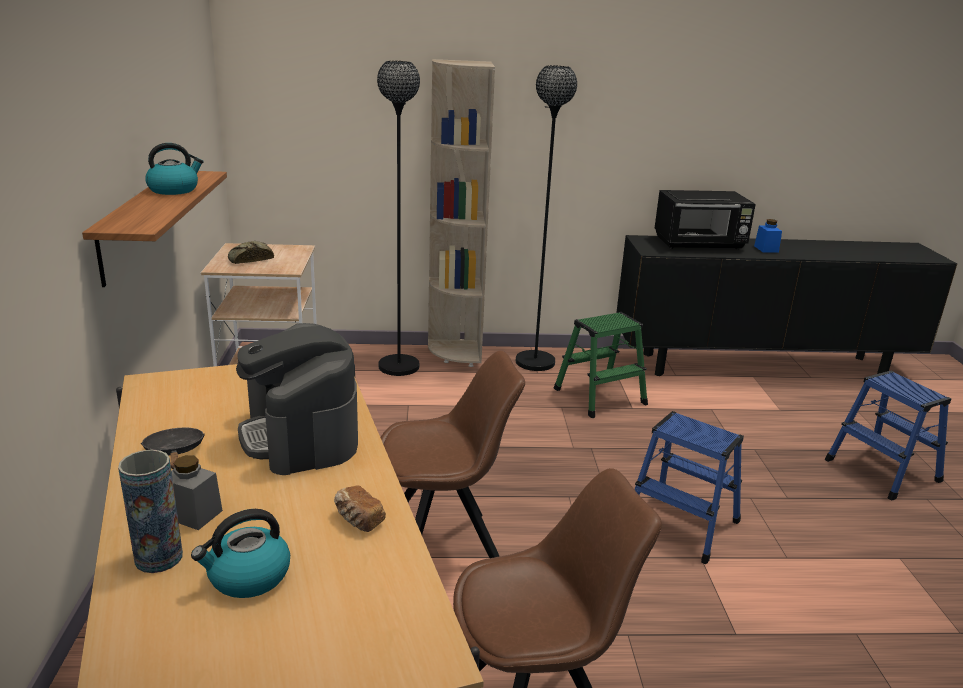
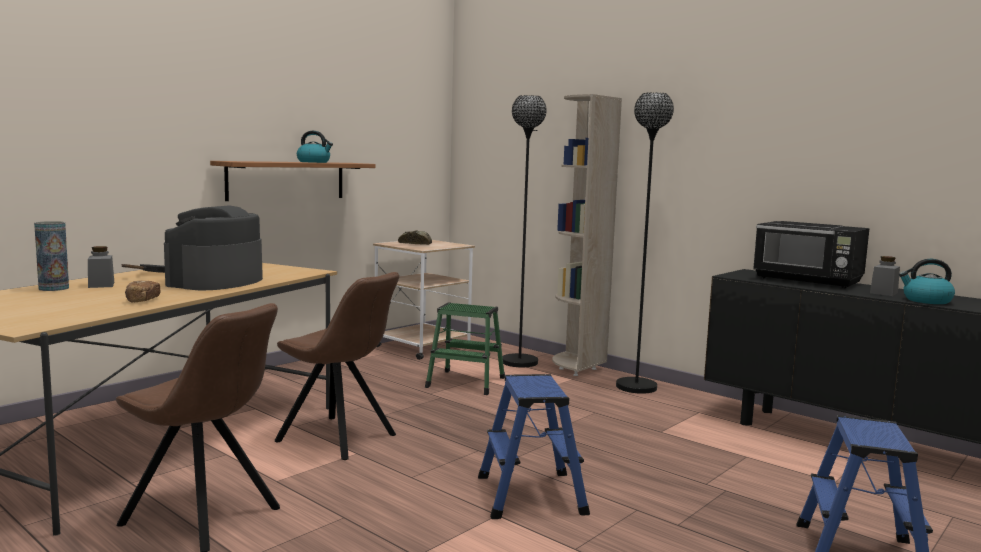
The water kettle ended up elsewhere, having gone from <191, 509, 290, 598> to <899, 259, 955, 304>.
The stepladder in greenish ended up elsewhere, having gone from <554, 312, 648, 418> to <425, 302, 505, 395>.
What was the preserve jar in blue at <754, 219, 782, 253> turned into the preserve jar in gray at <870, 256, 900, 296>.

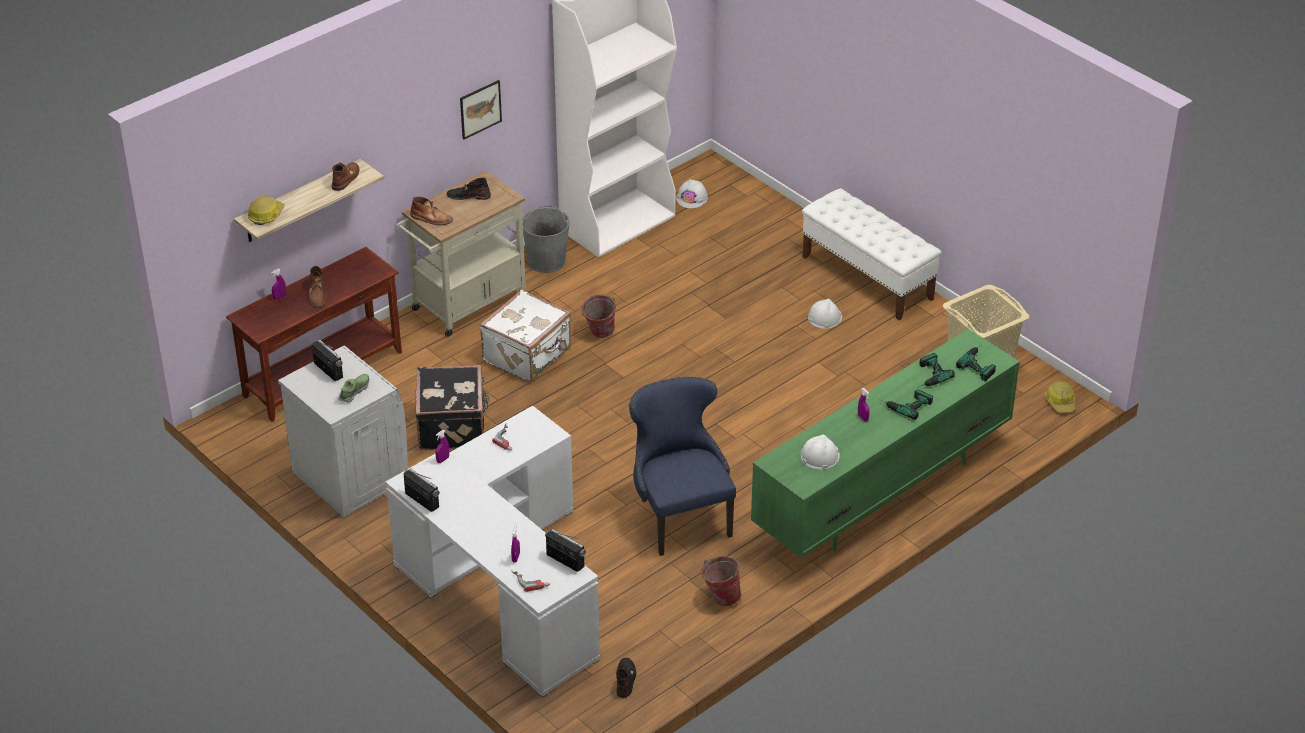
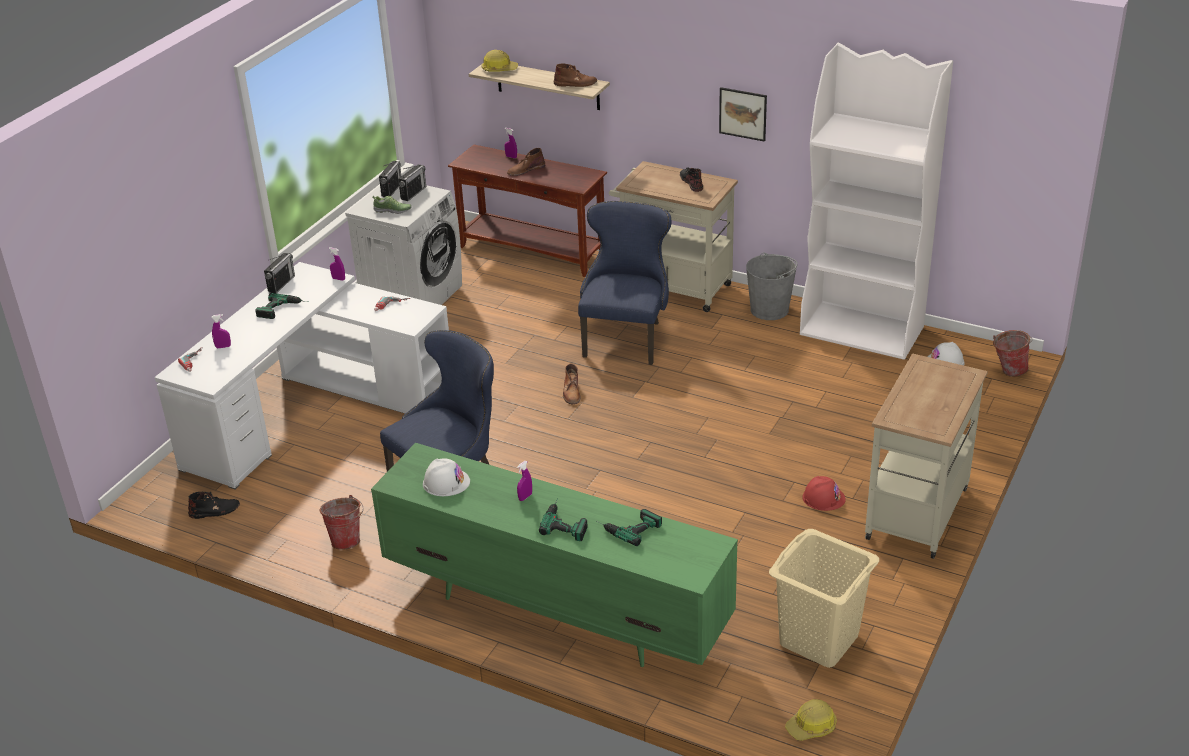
The second view lost the travel case in blackish at <416, 365, 489, 450>.
The tall boot in brown ended up elsewhere, having gone from <410, 196, 453, 225> to <563, 364, 580, 404>.
The radio ended up elsewhere, having gone from <545, 529, 586, 572> to <379, 161, 401, 197>.
The pail ended up elsewhere, having gone from <580, 294, 616, 338> to <993, 330, 1032, 377>.
The electric drill ended up elsewhere, having gone from <956, 344, 996, 381> to <255, 293, 308, 319>.
Where the travel case in whitish stood at <480, 290, 571, 382>, the chair in blue came to stand at <578, 201, 671, 365>.
Where the bench in whitish stood at <802, 188, 942, 320>, the cart in beige-coloured came to stand at <865, 353, 988, 559>.
What was the work helmet in whitish at <808, 299, 842, 329> turned into the work helmet in red at <802, 476, 846, 511>.

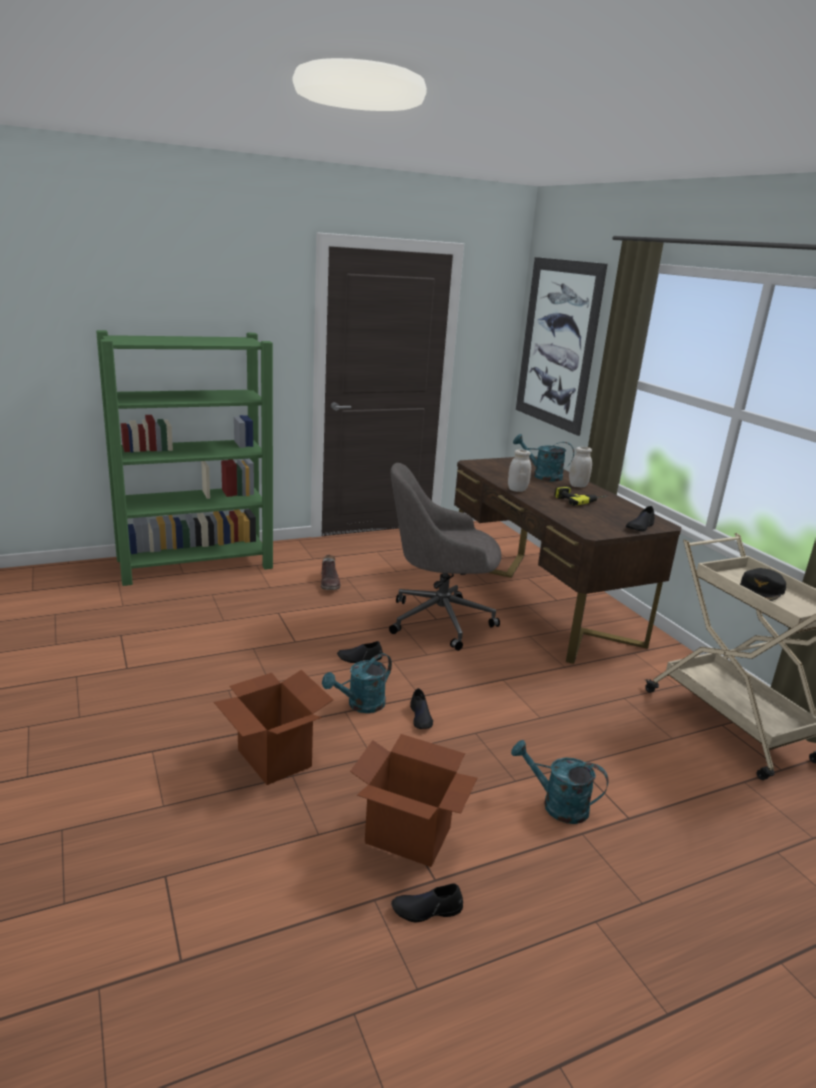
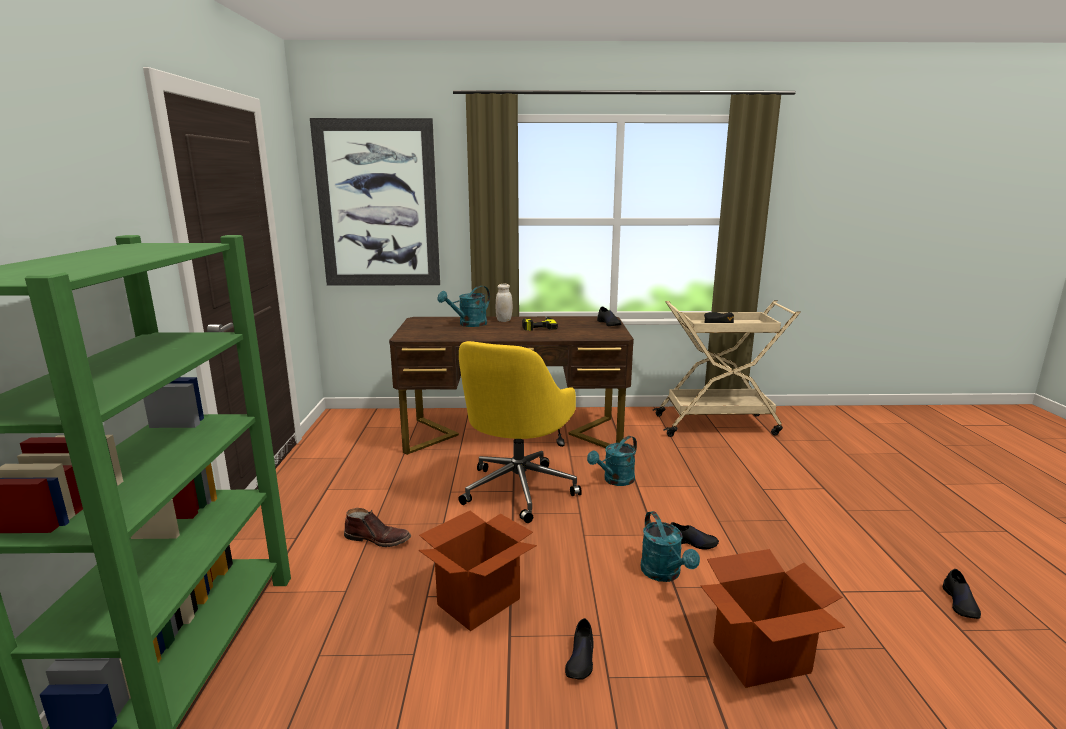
The second view lost the preserve jar in whitish at <508, 449, 531, 492>.
The shoe in blackish ended up elsewhere, having gone from <337, 641, 383, 663> to <565, 618, 594, 680>.
The packing box ended up elsewhere, having gone from <350, 734, 477, 867> to <418, 511, 537, 631>.
The sprinkling can in turquoise ended up elsewhere, having gone from <511, 740, 608, 824> to <587, 436, 637, 486>.
What was the computer chair in gray at <389, 463, 501, 651> turned into the computer chair in yellow-coloured at <458, 341, 582, 523>.

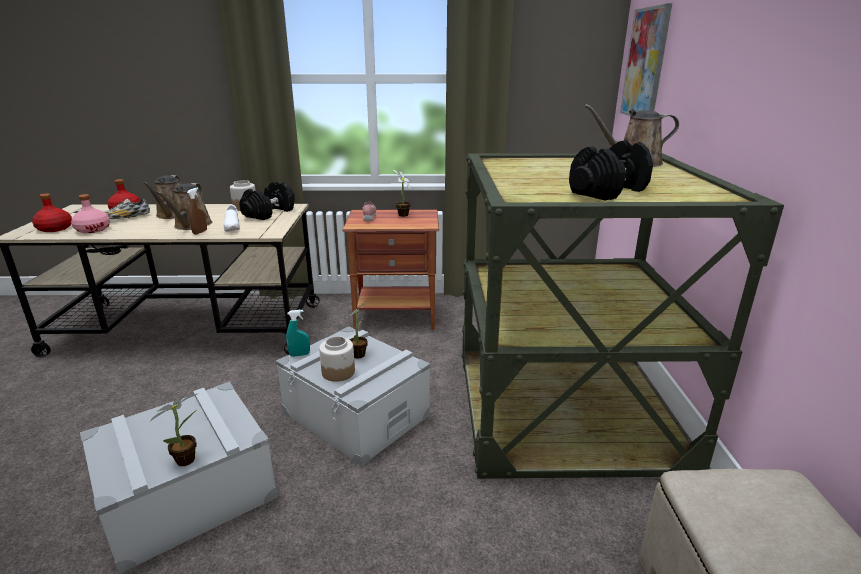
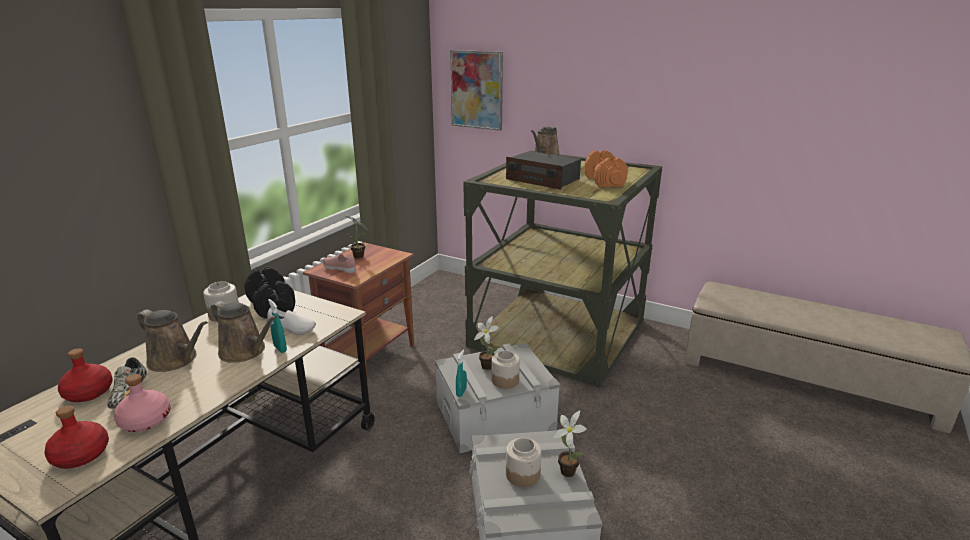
The second view gained the radio at <506, 151, 581, 190>.
The second view gained the preserve jar at <506, 438, 542, 487>.
What was the hand sprayer in brown at <187, 188, 207, 235> turned into the hand sprayer in turquoise at <268, 299, 287, 353>.
What was the dumbbell in blackish at <569, 140, 653, 201> turned into the dumbbell in orange at <584, 150, 628, 187>.

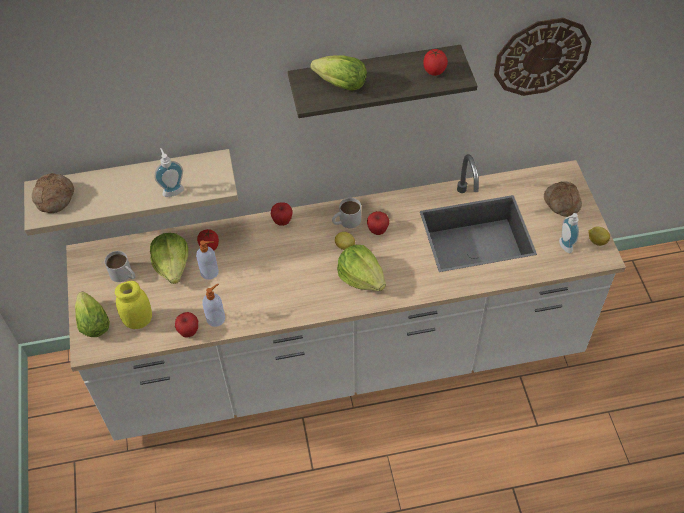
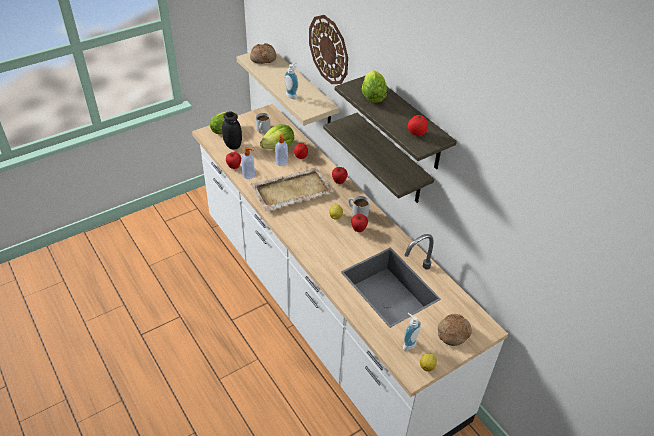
The second view lost the lettuce at <337, 245, 386, 291>.
The second view gained the carrying tray in beige-coloured at <251, 167, 334, 211>.
The second view gained the bracket shelf at <323, 113, 434, 203>.
The wall clock ended up elsewhere, having gone from <494, 18, 591, 96> to <309, 15, 348, 84>.
What was the preserve jar in yellow-coloured at <115, 281, 152, 329> turned into the preserve jar in blackish at <222, 112, 242, 150>.

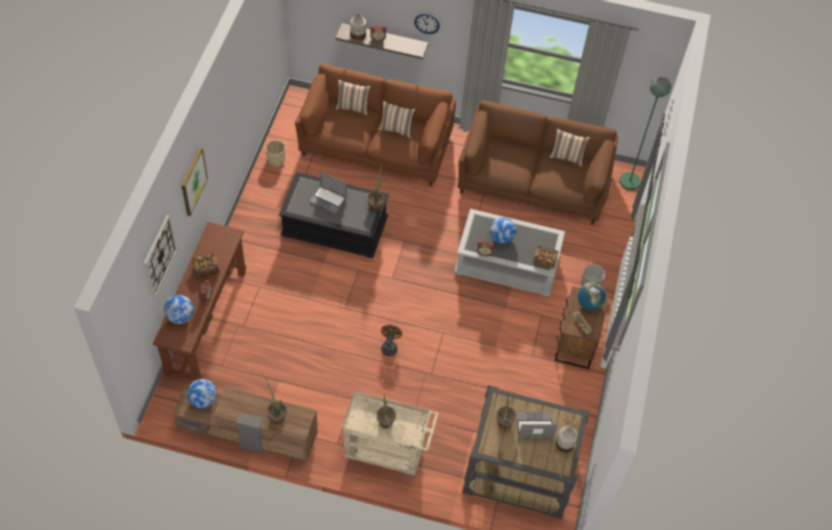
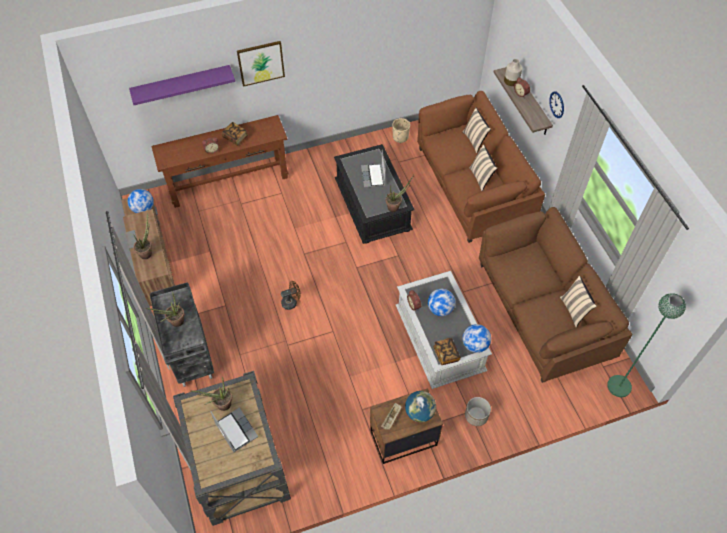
The second view lost the flower vase in beige-coloured at <555, 426, 578, 453>.
The world globe ended up elsewhere, having gone from <164, 295, 194, 324> to <463, 324, 491, 353>.
Where the wall clock hung at <144, 215, 177, 297>, the bracket shelf in purple came to hang at <129, 65, 235, 105>.
What was the cart in beige-coloured at <342, 392, 438, 476> turned into the cart in blackish at <150, 283, 214, 387>.

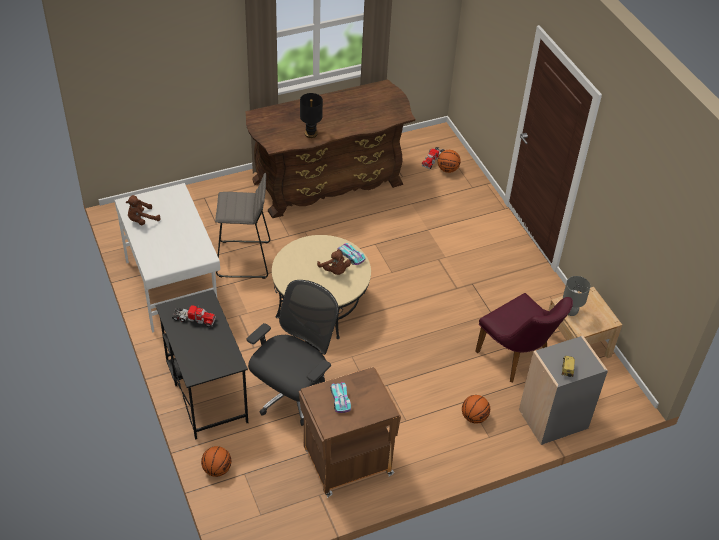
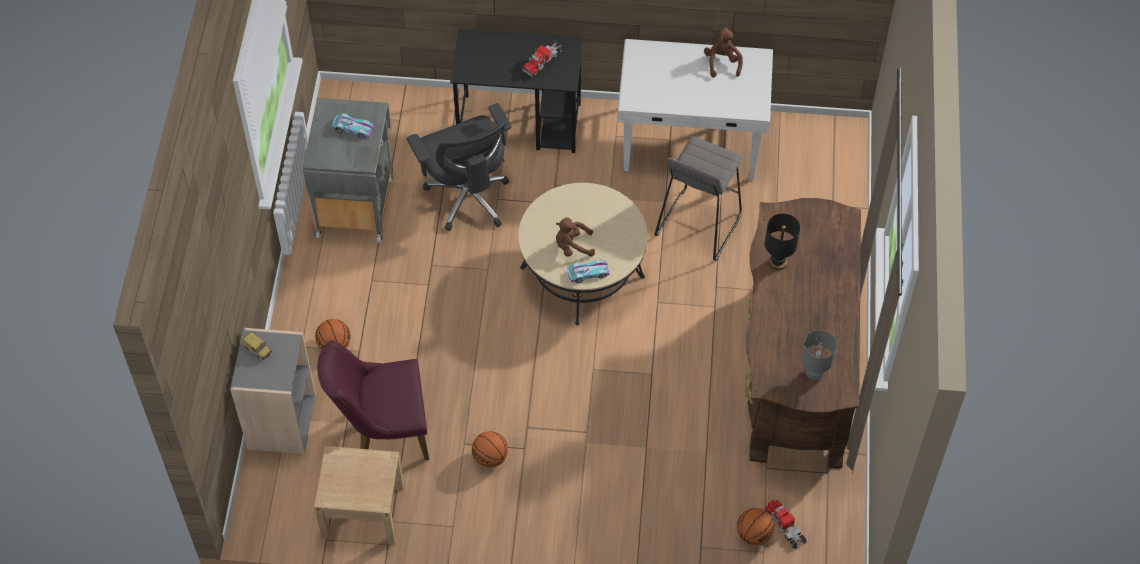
The ball for basketball ended up elsewhere, having gone from <201, 446, 231, 477> to <472, 431, 508, 468>.
The tabletop lamp in gray ended up elsewhere, having gone from <563, 276, 591, 316> to <801, 330, 837, 380>.
What was the cart in brown at <299, 367, 401, 498> turned into the cart in gray at <303, 98, 394, 243>.

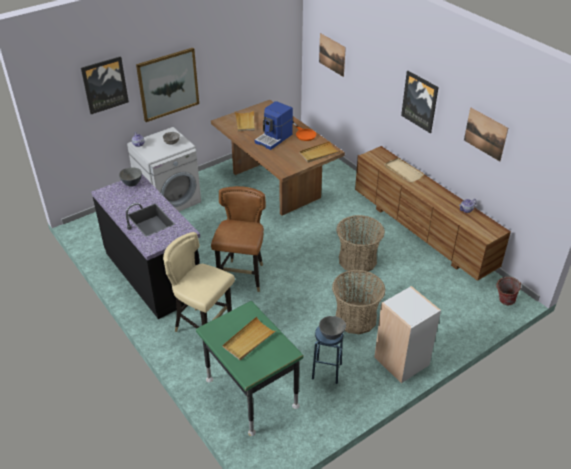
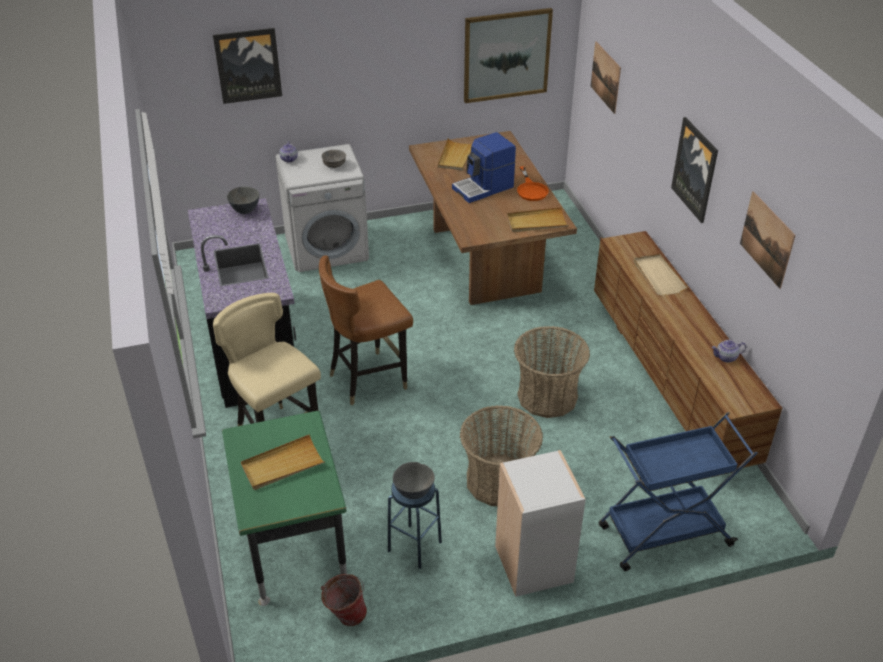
The second view gained the cart in blue at <599, 412, 758, 571>.
The picture ended up elsewhere, having gone from <136, 48, 199, 122> to <464, 8, 553, 103>.
The pail ended up elsewhere, having gone from <496, 277, 521, 305> to <321, 574, 367, 626>.
The chair in brown at <211, 186, 266, 292> ended up facing another way, 150 degrees counterclockwise from before.

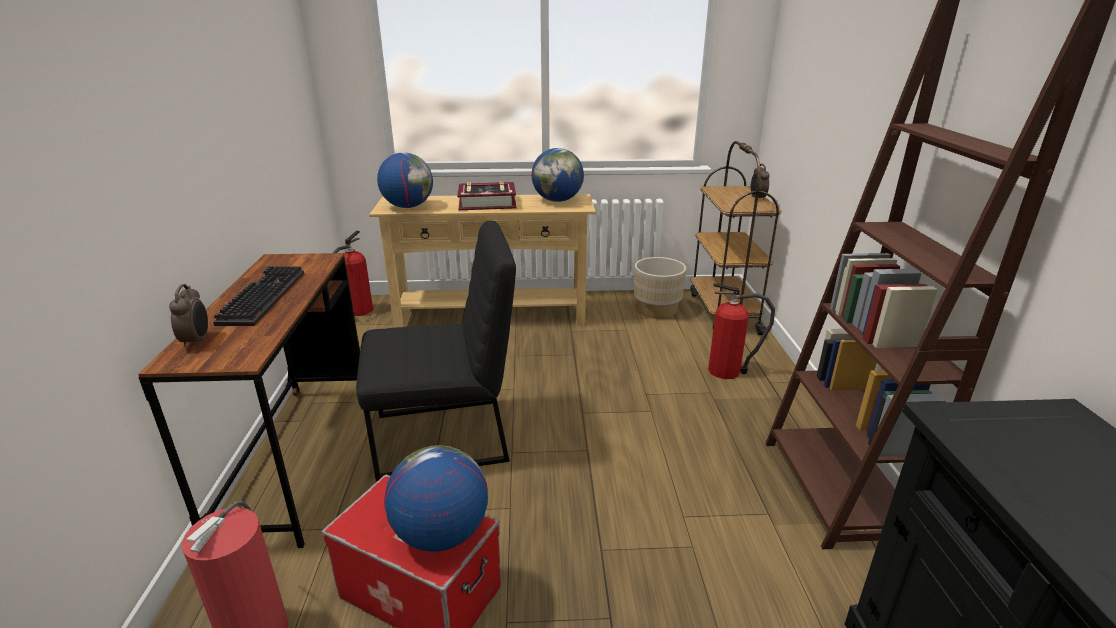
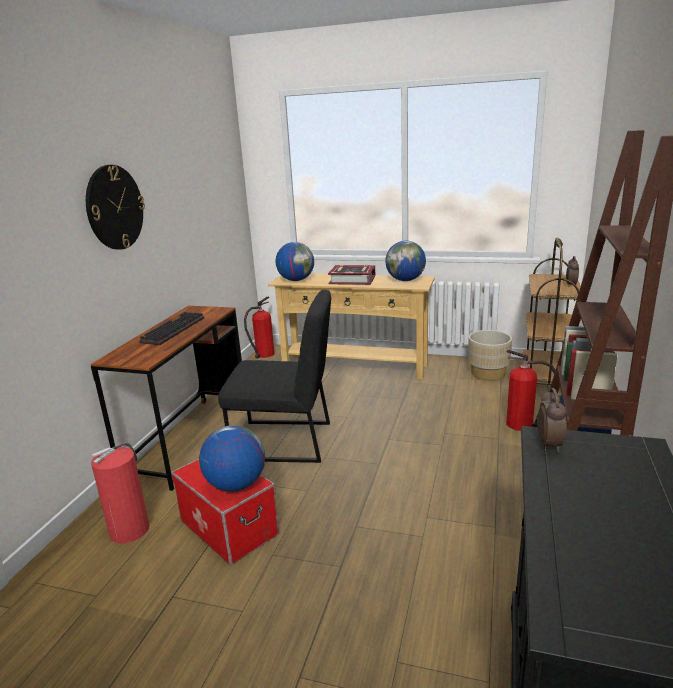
The second view gained the wall clock at <86, 165, 145, 250>.
The alarm clock ended up elsewhere, having gone from <169, 284, 208, 348> to <538, 388, 567, 453>.

